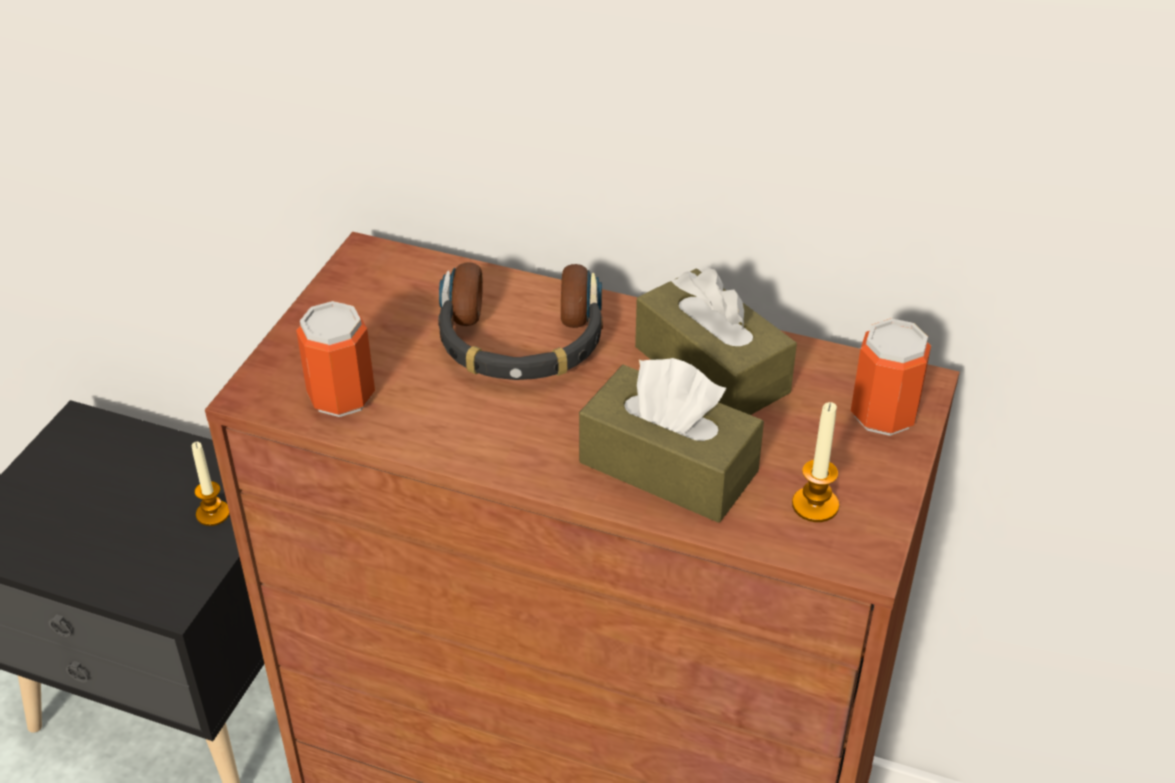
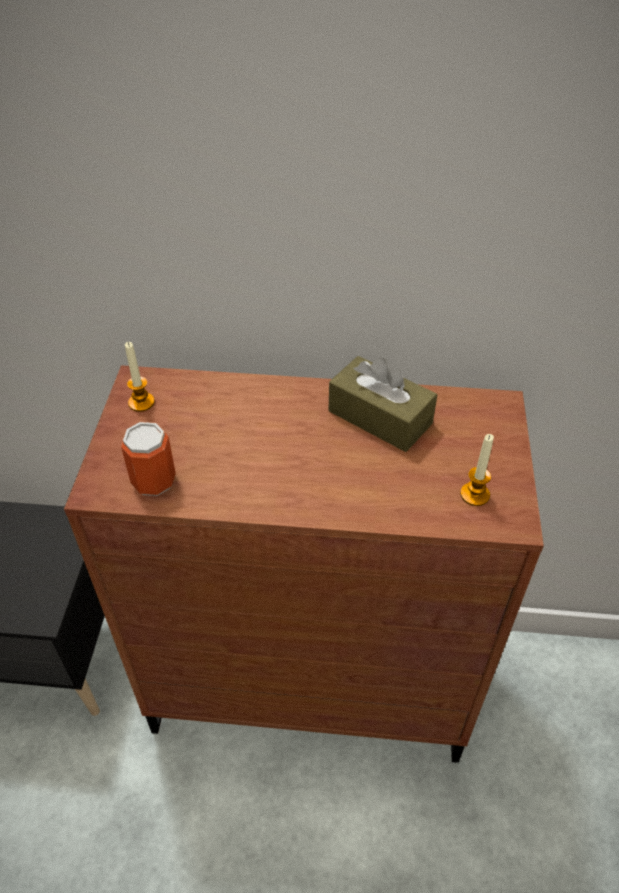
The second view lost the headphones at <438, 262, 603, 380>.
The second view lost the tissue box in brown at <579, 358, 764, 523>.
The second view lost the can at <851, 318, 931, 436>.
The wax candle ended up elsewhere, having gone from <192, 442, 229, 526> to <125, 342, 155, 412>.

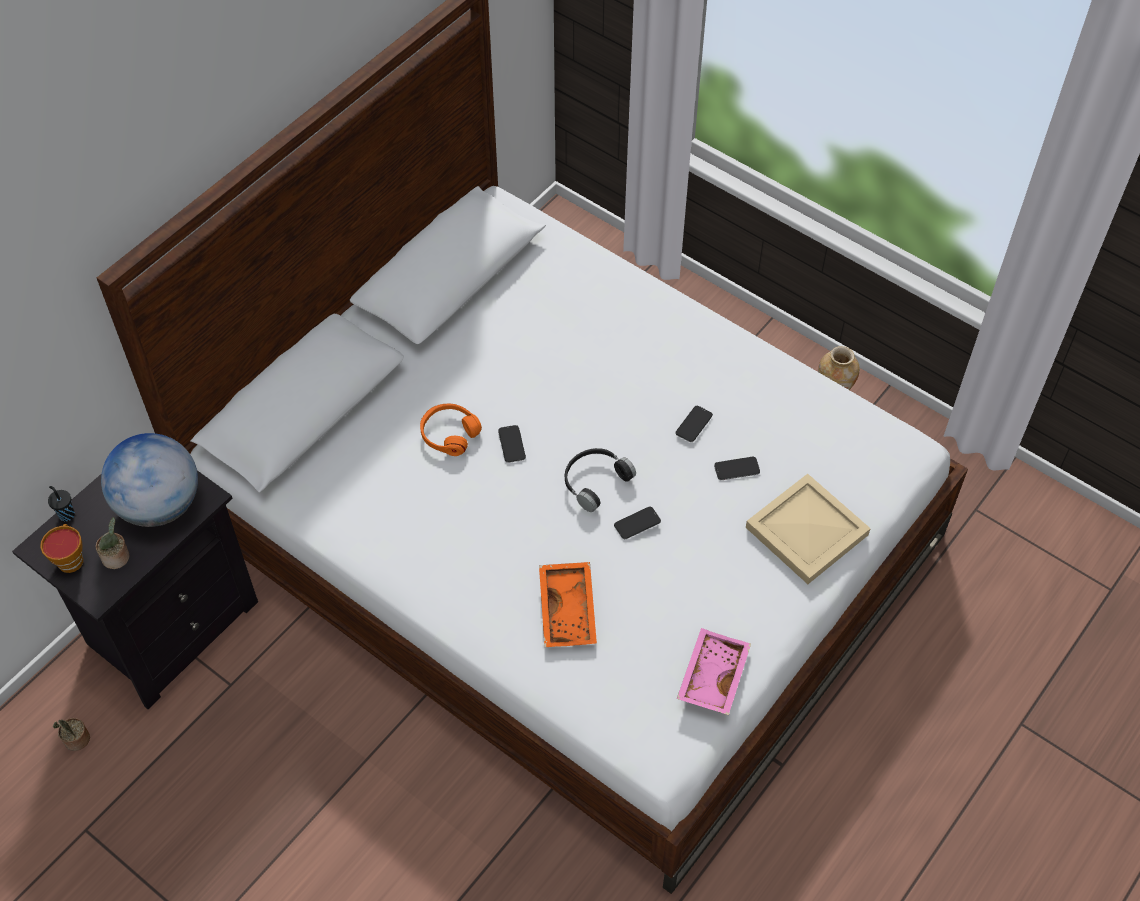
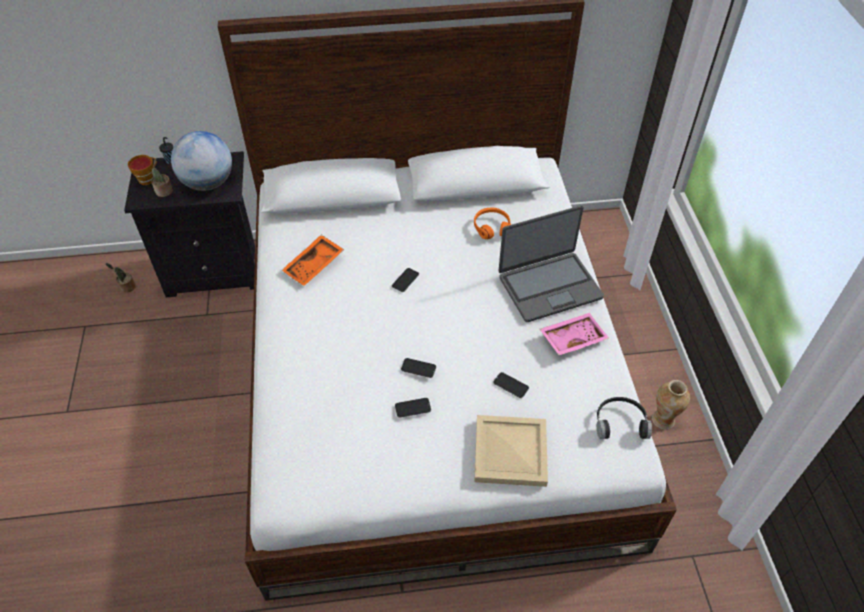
The second view gained the notebook computer at <499, 206, 604, 322>.
The headphones in orange ended up elsewhere, having gone from <420, 404, 482, 456> to <474, 207, 511, 239>.
The carrying tray in orange ended up elsewhere, having gone from <539, 562, 597, 647> to <282, 235, 344, 286>.
The headphones in blackish ended up elsewhere, having gone from <565, 448, 636, 512> to <597, 397, 652, 439>.
The phone ended up elsewhere, having gone from <675, 406, 713, 442> to <395, 398, 431, 418>.
The carrying tray in pink-coloured ended up elsewhere, having gone from <677, 628, 751, 715> to <540, 313, 609, 355>.

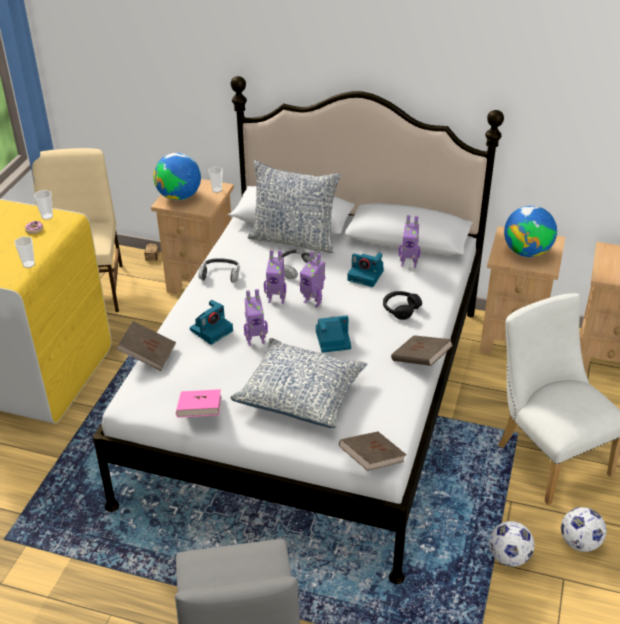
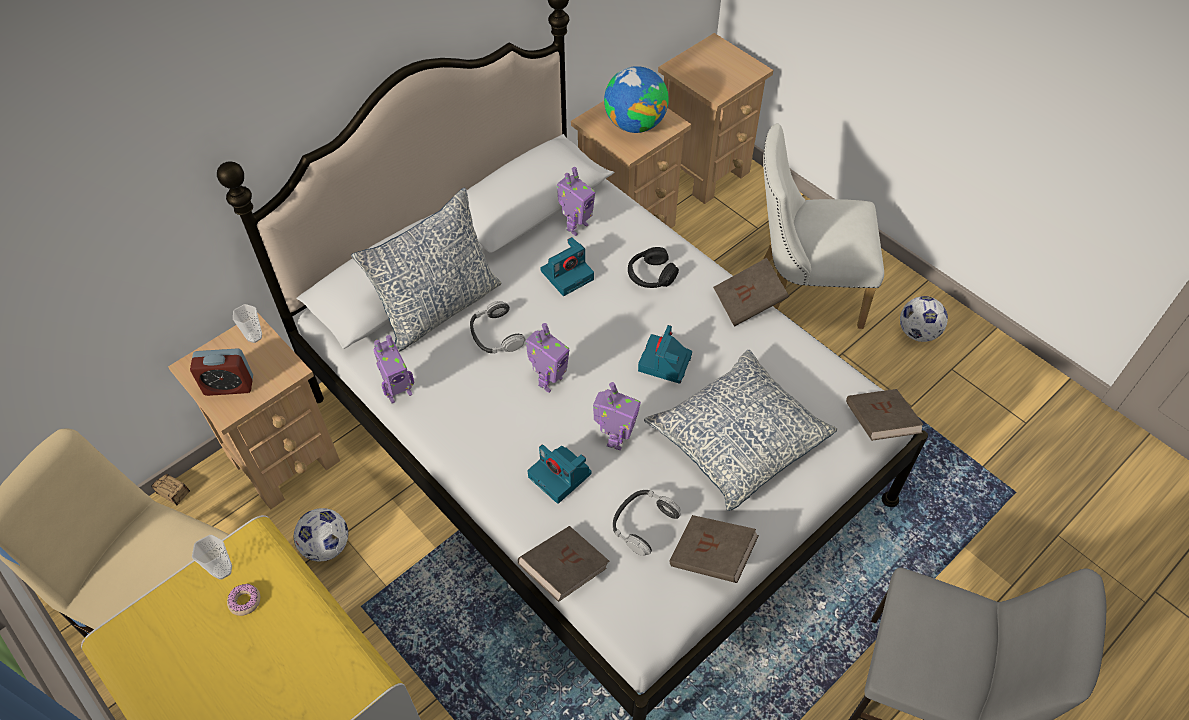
The second view lost the cup at <14, 236, 35, 268>.
The headphones ended up elsewhere, having gone from <198, 258, 240, 283> to <613, 490, 681, 556>.
The model robot ended up elsewhere, having gone from <300, 251, 325, 308> to <373, 335, 414, 403>.
The football ball ended up elsewhere, having gone from <489, 521, 534, 567> to <294, 508, 348, 561>.
Where the world globe stood at <153, 153, 201, 201>, the alarm clock came to stand at <190, 349, 253, 396>.
What was the volume in pink-coloured at <176, 389, 221, 418> turned into the volume in brown at <670, 515, 759, 583>.
The photo camera at <190, 300, 233, 345> ended up facing another way, 150 degrees clockwise from before.

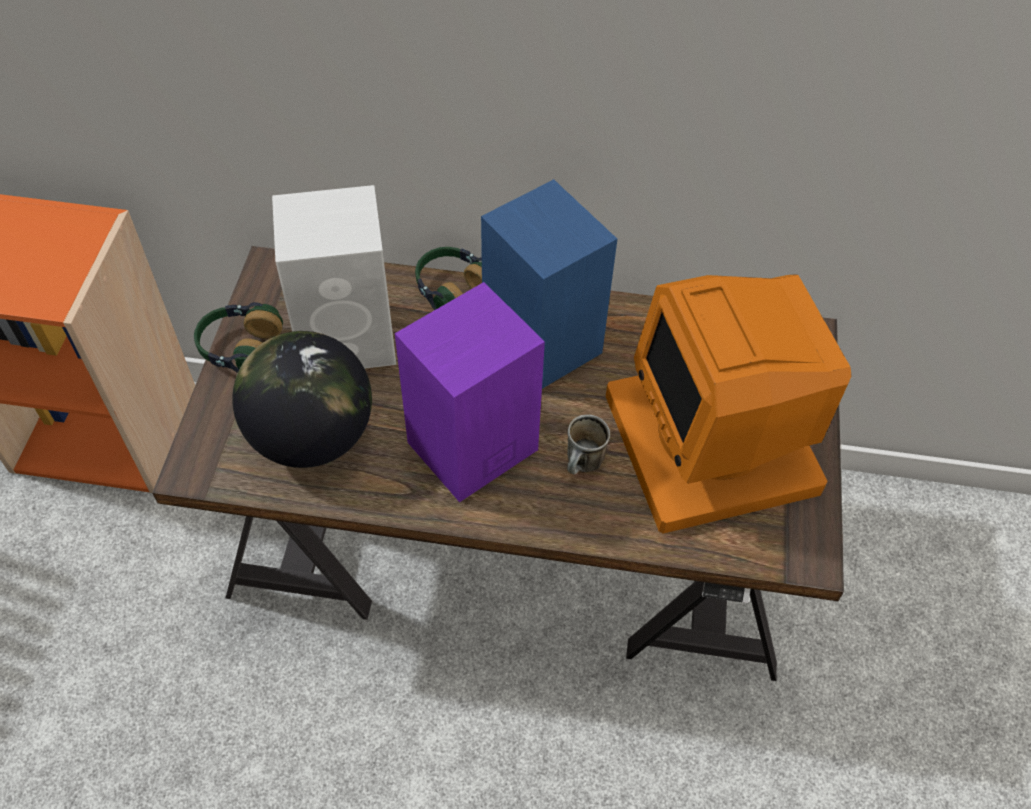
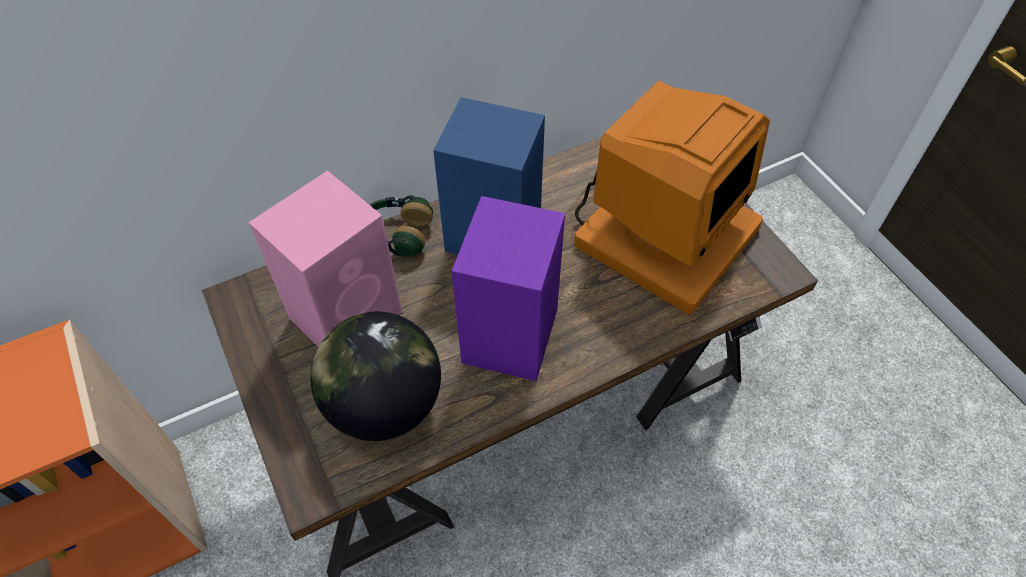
The second view lost the headphones at <194, 302, 283, 373>.
The second view lost the tea mug at <567, 415, 610, 474>.
What was the audio speaker in whitish at <272, 185, 397, 369> turned into the audio speaker in pink-coloured at <249, 170, 402, 346>.
The computer display at <606, 274, 852, 534> ended up facing another way, 90 degrees counterclockwise from before.

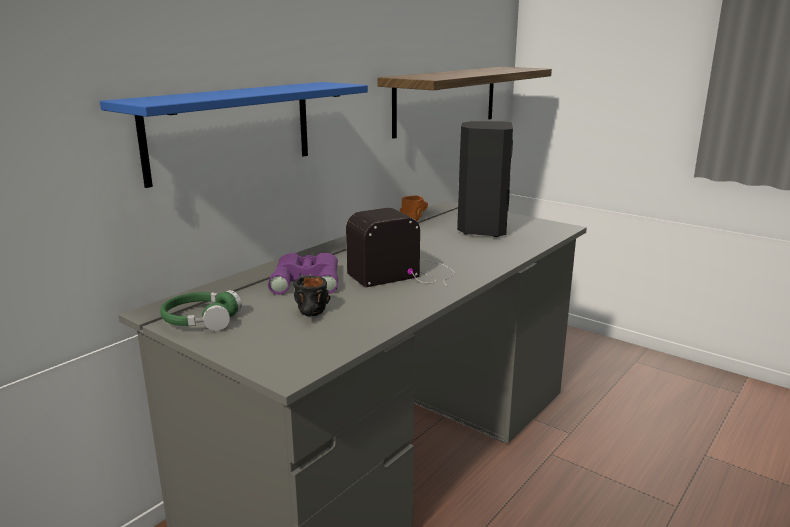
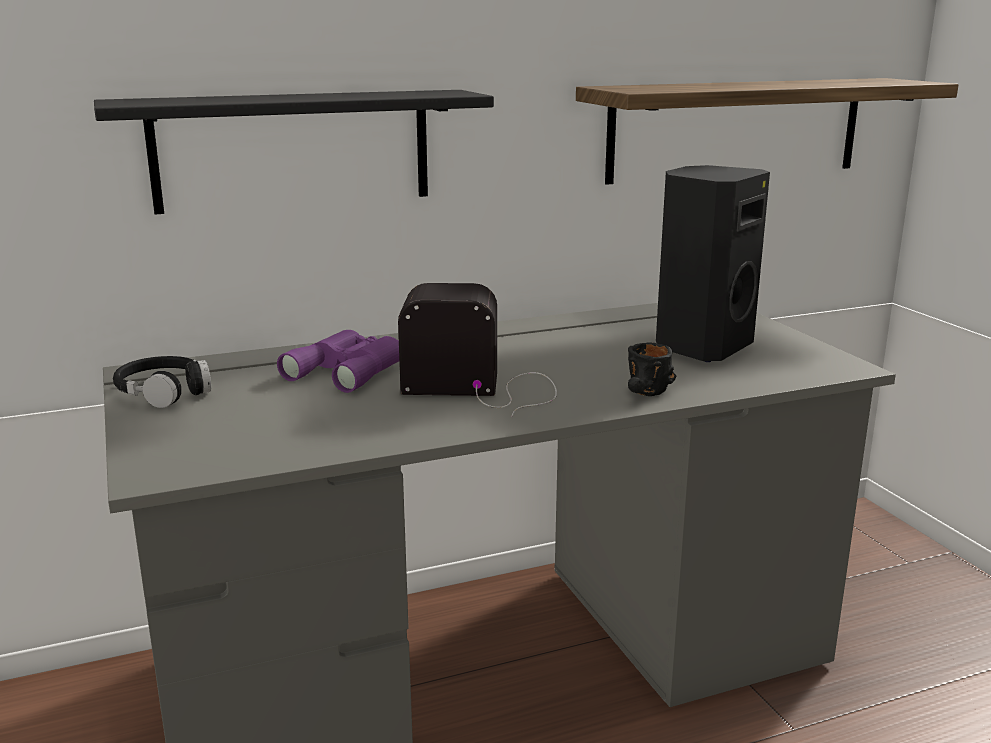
The second view lost the tea mug in orange at <400, 196, 428, 221>.
The tea mug in blackish ended up elsewhere, having gone from <293, 276, 330, 316> to <628, 342, 677, 396>.
What was the bracket shelf in blue at <100, 82, 368, 188> turned into the bracket shelf in blackish at <94, 90, 494, 214>.
What was the headphones in greenish at <160, 290, 242, 331> turned into the headphones in blackish at <113, 356, 211, 408>.

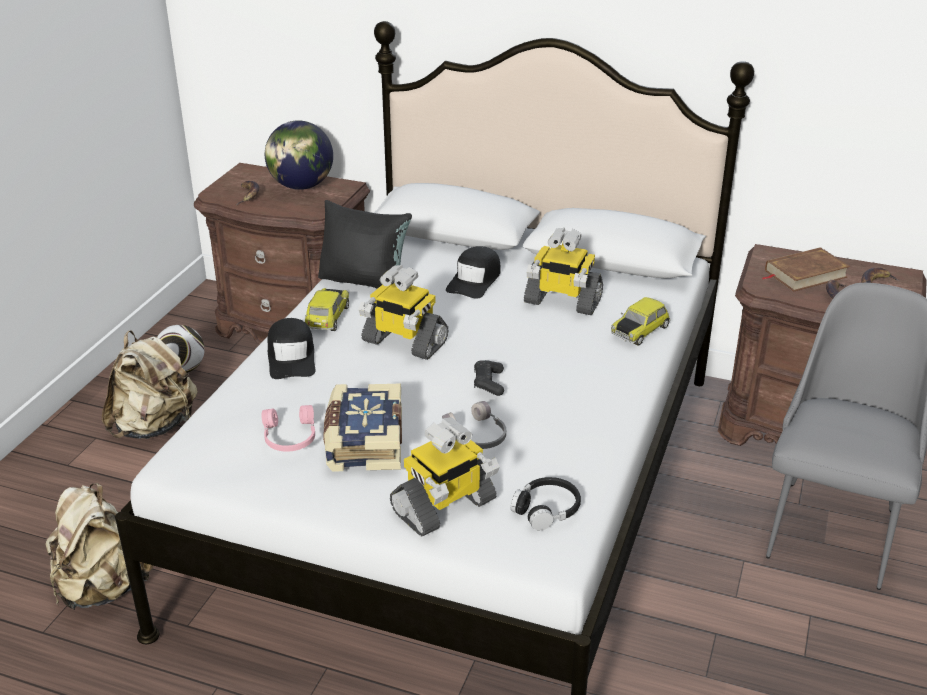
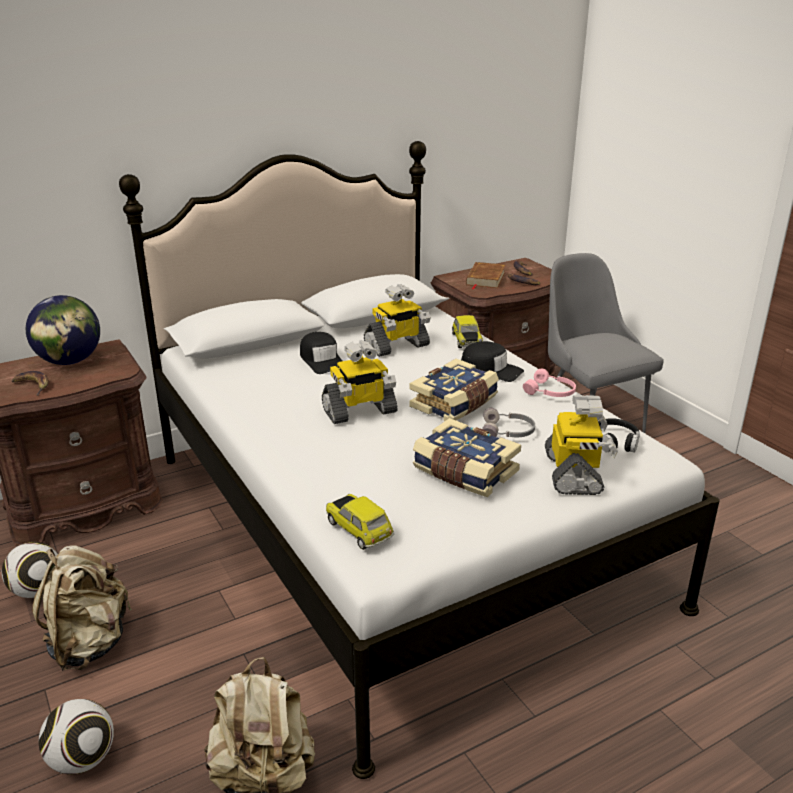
The second view lost the pillow in blackish at <318, 200, 412, 289>.
The second view gained the football ball at <39, 699, 114, 775>.
The headphones in pink-coloured ended up elsewhere, having gone from <261, 405, 315, 452> to <523, 369, 576, 397>.
The peaked cap in blackish ended up elsewhere, having gone from <268, 318, 315, 379> to <461, 341, 524, 382>.
The toy car ended up elsewhere, having gone from <305, 288, 349, 331> to <326, 494, 394, 550>.
Where the joypad in blackish stood at <474, 360, 504, 396>, the volume came to stand at <409, 359, 499, 421>.

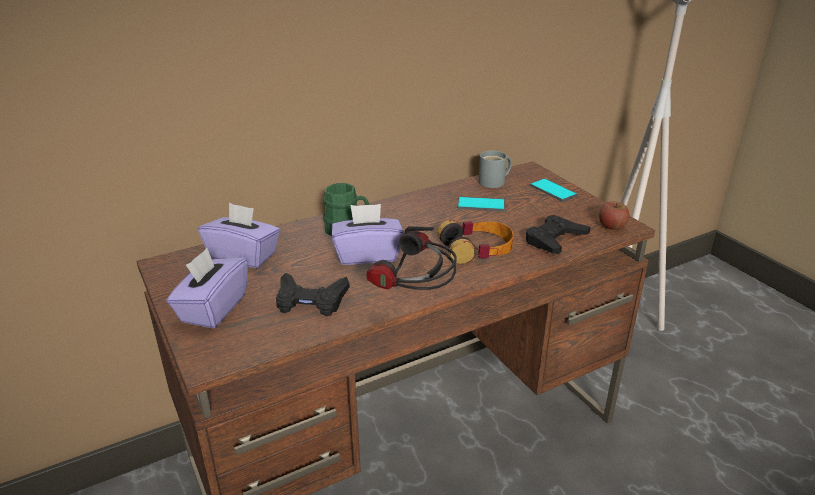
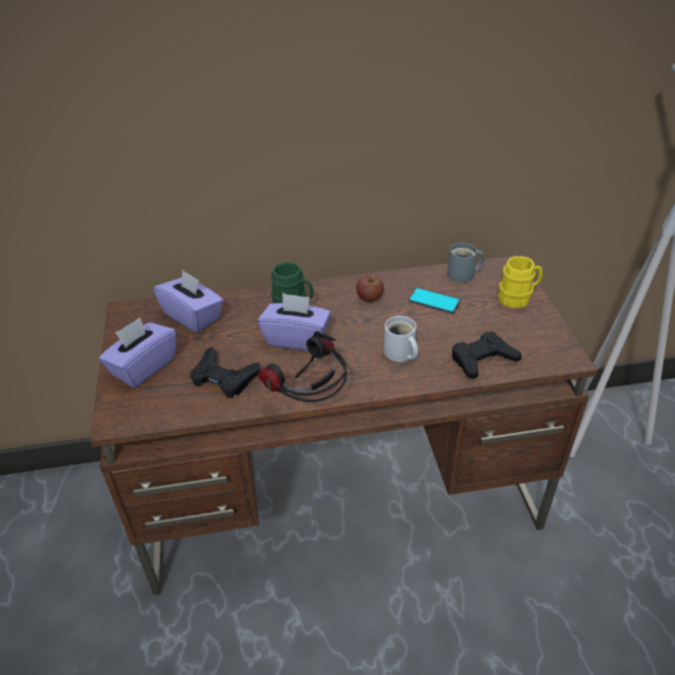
The apple ended up elsewhere, having gone from <599, 201, 629, 230> to <356, 275, 384, 302>.
Where the headphones stood at <437, 220, 514, 264>, the tea mug in whitish came to stand at <384, 316, 418, 362>.
Where the phone stood at <530, 178, 578, 202>, the tea mug in yellow-coloured came to stand at <498, 256, 543, 308>.

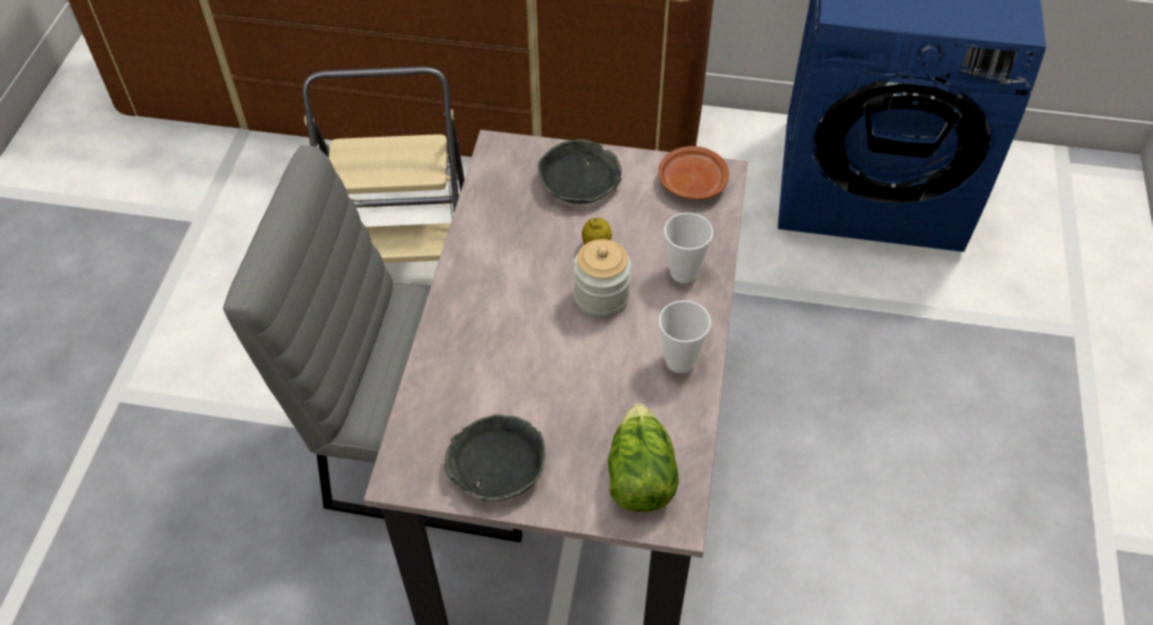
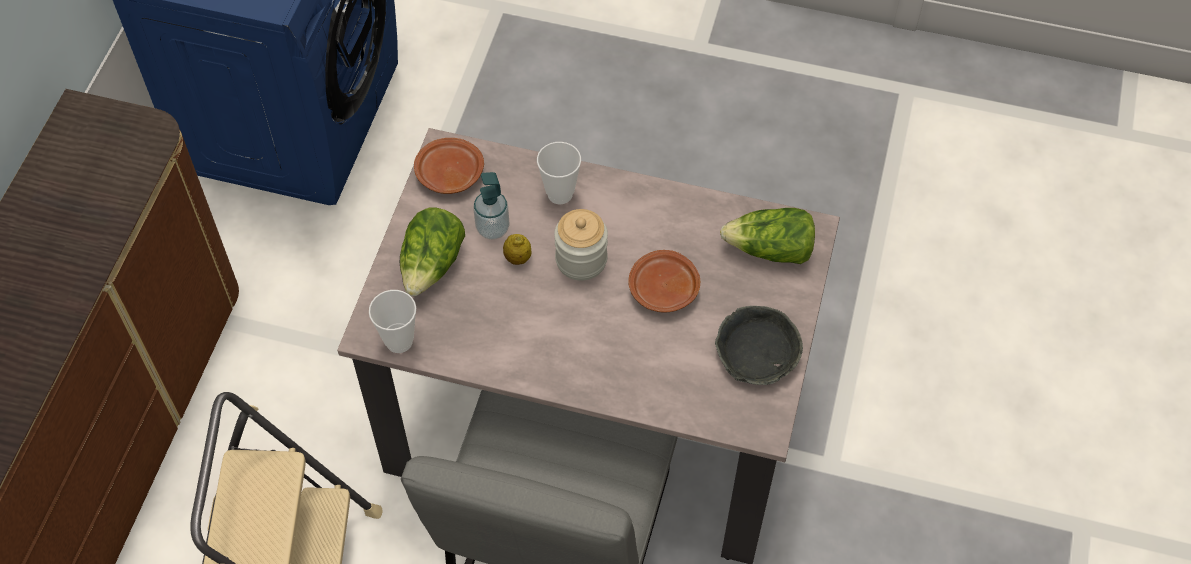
The second view gained the soap dispenser at <473, 172, 510, 240>.
The second view gained the plate in brown at <628, 250, 700, 313>.
The cup ended up elsewhere, having gone from <659, 300, 711, 373> to <369, 290, 416, 353>.
Where the serving bowl in gray stood at <538, 139, 622, 204>, the lettuce came to stand at <400, 208, 465, 296>.

